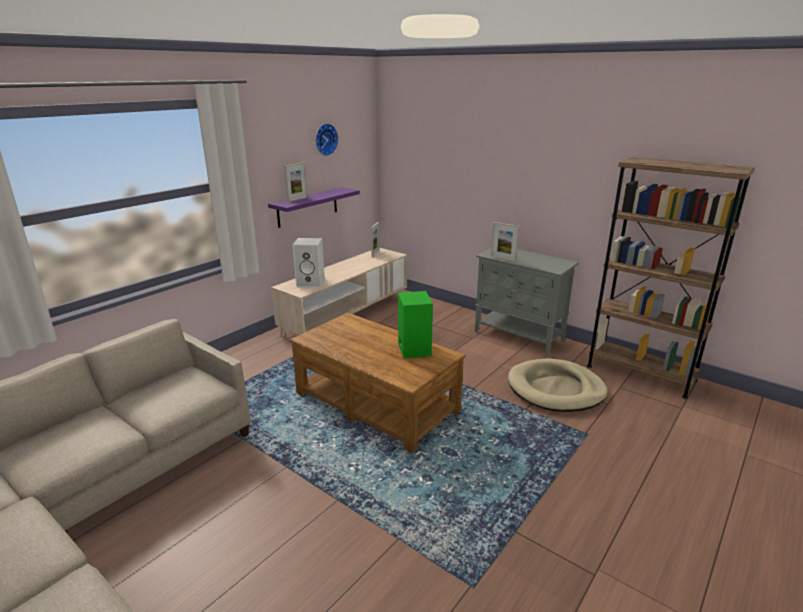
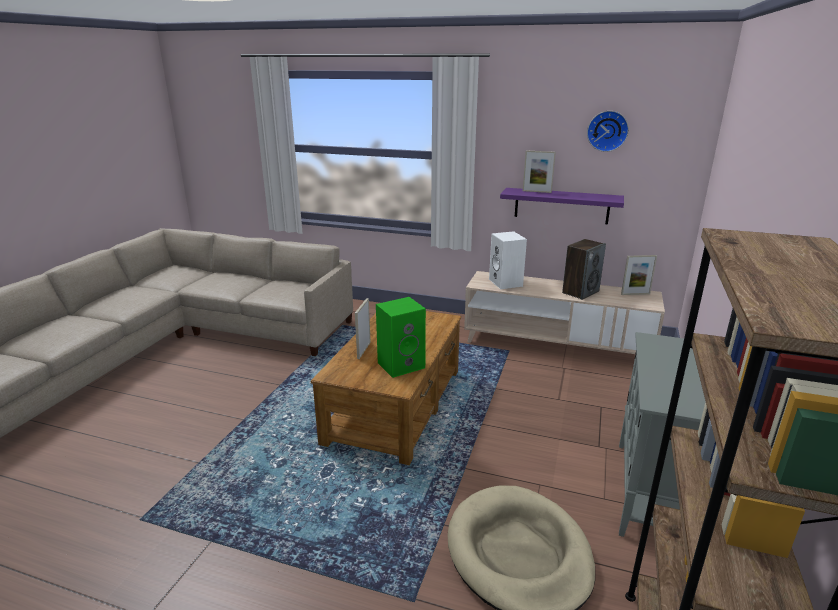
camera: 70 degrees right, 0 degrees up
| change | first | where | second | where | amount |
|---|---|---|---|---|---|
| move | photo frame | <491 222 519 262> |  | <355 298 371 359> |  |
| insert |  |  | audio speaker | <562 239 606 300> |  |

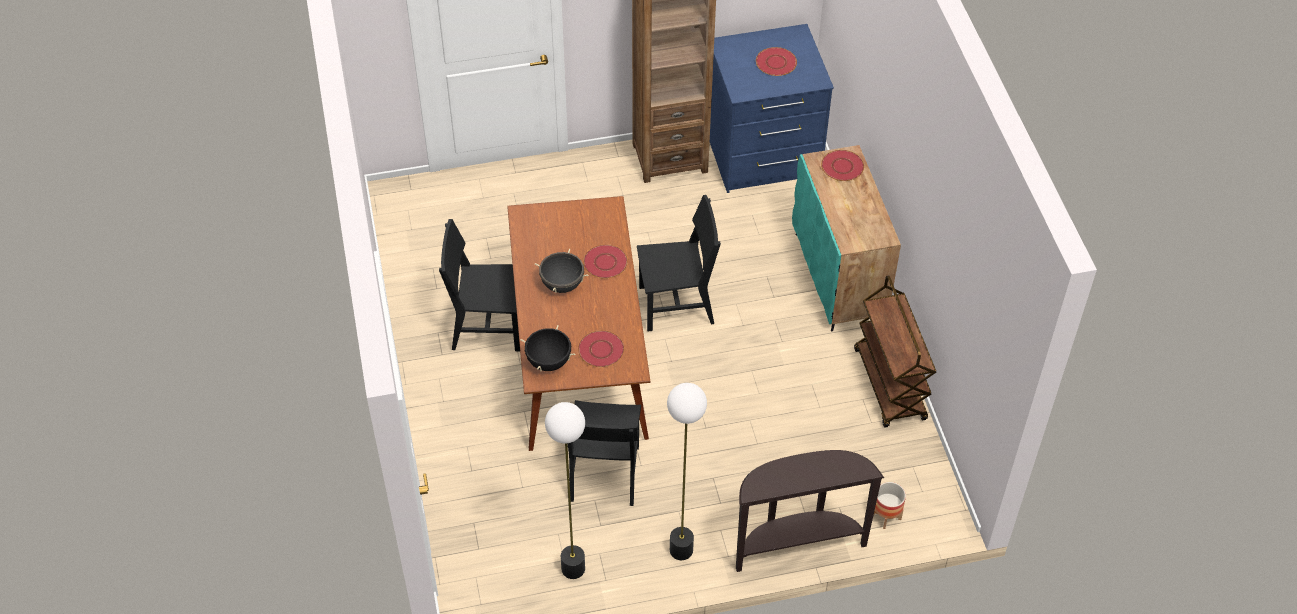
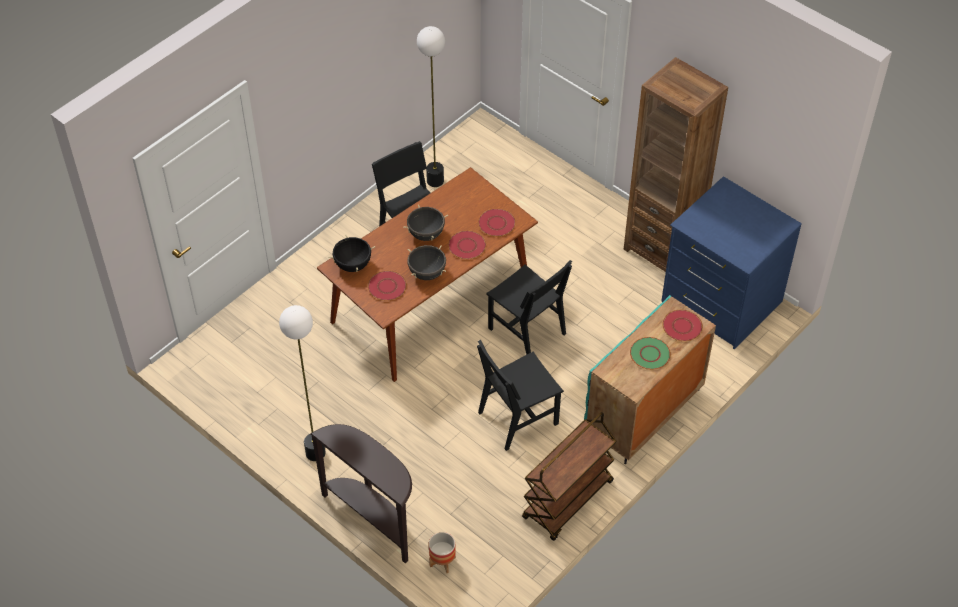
camera: 55 degrees right, 0 degrees up
| change | first | where | second | where | amount |
|---|---|---|---|---|---|
| move | standard lamp | <545 402 585 579> |  | <417 26 445 187> |  |
| move | black-coloured plain chair | <568 400 641 506> |  | <477 340 564 451> |  |
| move | red plate | <756 47 797 76> |  | <478 208 516 237> |  |
| insert |  |  | black-coloured cooking pot | <407 245 446 280> |  |
| insert |  |  | green plate | <630 337 671 370> |  |

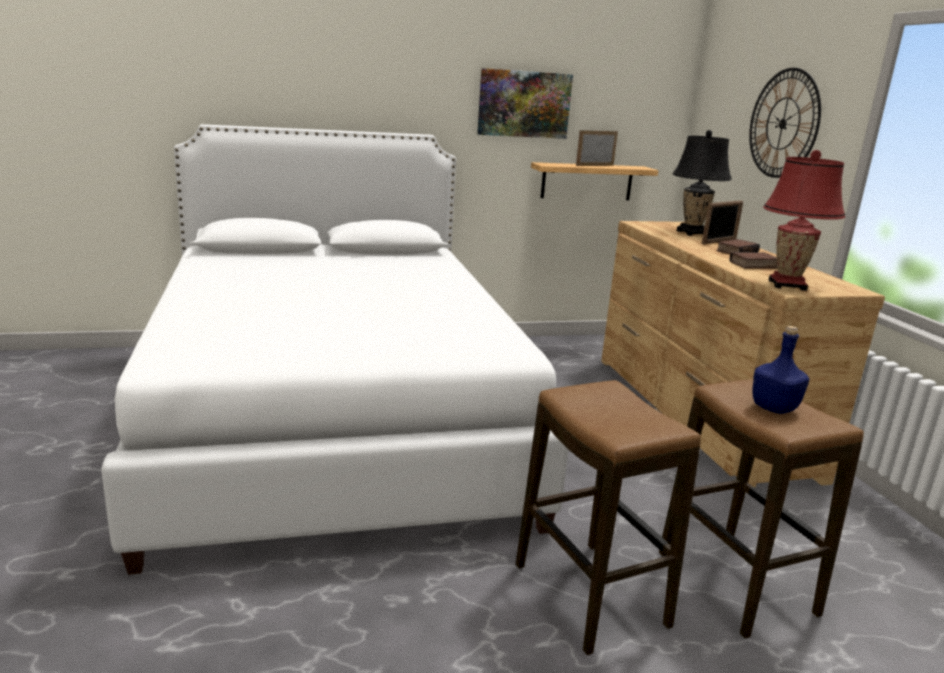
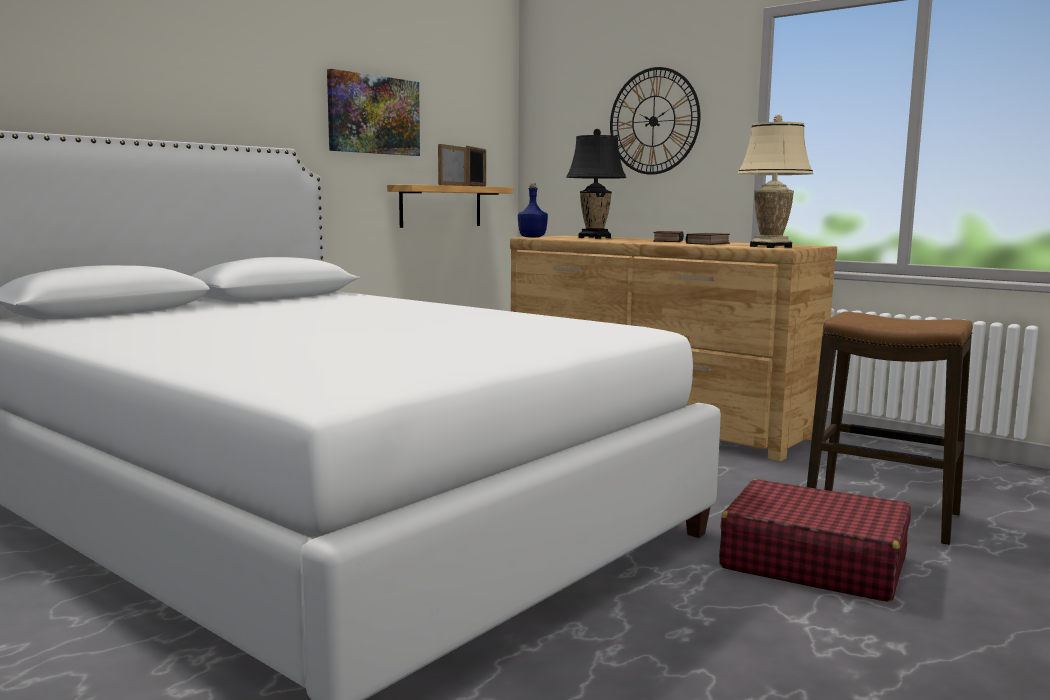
camera: 35 degrees left, 10 degrees down
| change | first | where | second | where | amount |
|---|---|---|---|---|---|
| replace | stool seat | <516 380 701 655> | red piece of luggage | <719 479 911 602> |  |
| move | photo frame | <702 200 743 244> |  | <466 146 486 187> |  |
| move | bluish drink bottle | <752 326 809 414> |  | <518 183 548 237> |  |
| recolor | red tabletop lamp | <763 150 845 291> | beige-coloured tabletop lamp | <738 114 813 248> |  |

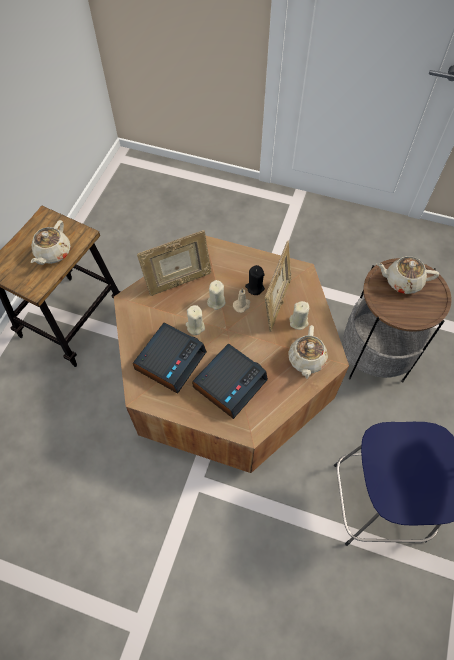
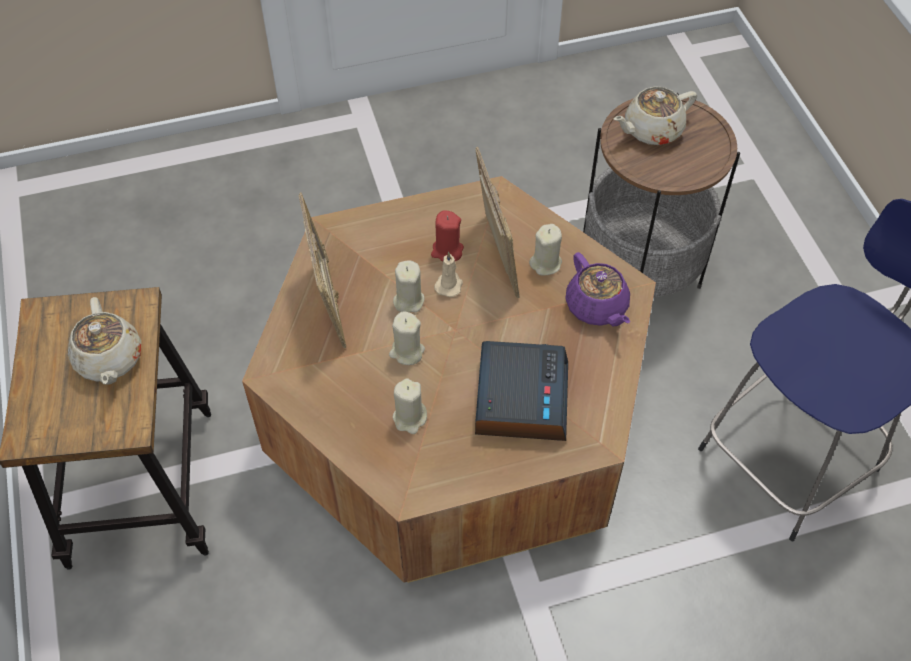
camera: 35 degrees left, 5 degrees down
| change | first | where | second | where | amount |
|---|---|---|---|---|---|
| replace | bedside clock | <133 323 207 394> | beige-coloured wax light | <393 378 427 434> |  |
| rotate | photo frame | <137 230 212 296> |  | <299 192 346 348> | 45 degrees counterclockwise |
| recolor | black-coloured wax light | <245 265 265 295> | red wax light | <431 210 464 261> |  |
| recolor | beige-coloured teapot | <288 325 328 379> | purplish teapot | <565 252 630 326> |  |

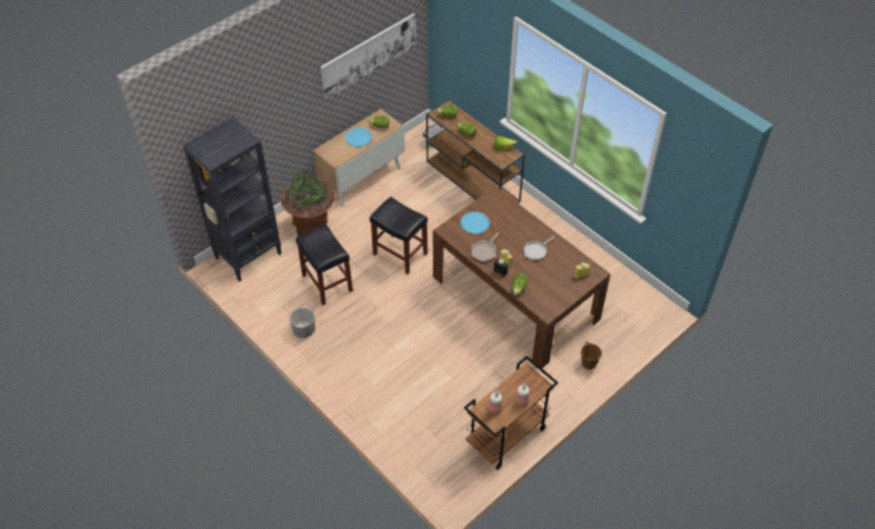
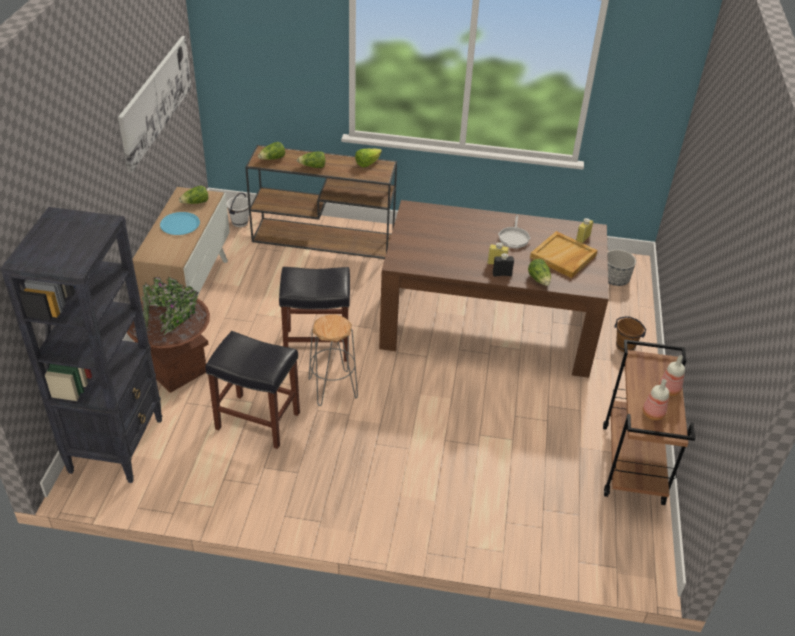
camera: 40 degrees left, 10 degrees down
| change | first | where | second | where | amount |
|---|---|---|---|---|---|
| move | plant pot | <289 307 315 338> |  | <608 250 636 286> |  |
| delete | bluish plate | <460 212 490 234> |  |  |  |
| delete | pan | <471 232 499 262> |  |  |  |
| insert |  |  | greyish stool seat | <309 314 358 406> |  |
| insert |  |  | beige-coloured tray | <530 231 597 278> |  |

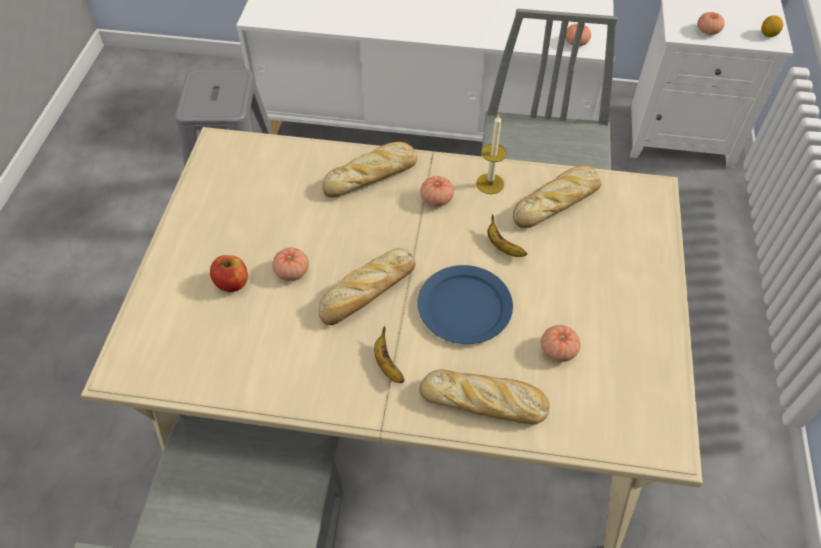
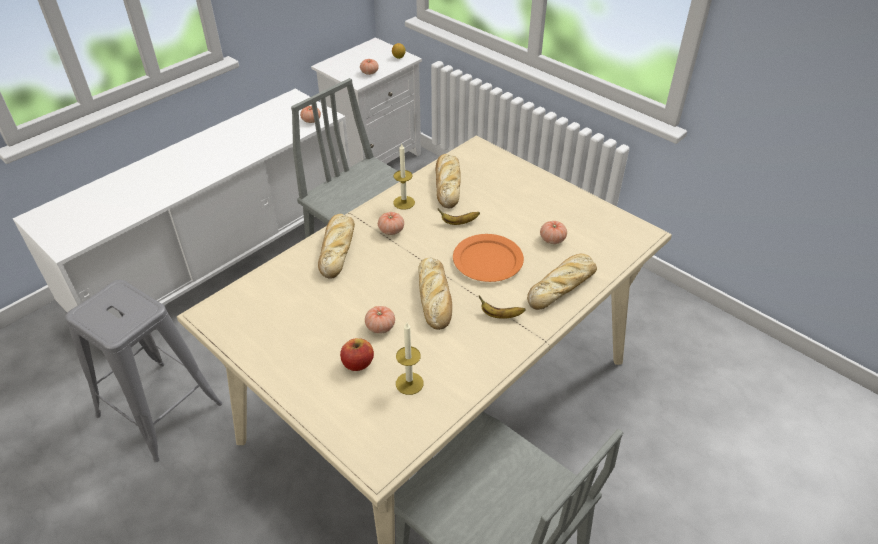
camera: 55 degrees left, 10 degrees down
| change | first | where | second | where | amount |
|---|---|---|---|---|---|
| recolor | bluish plate | <417 265 513 344> | orange-coloured plate | <453 234 524 282> |  |
| insert |  |  | wax light | <396 323 423 395> |  |

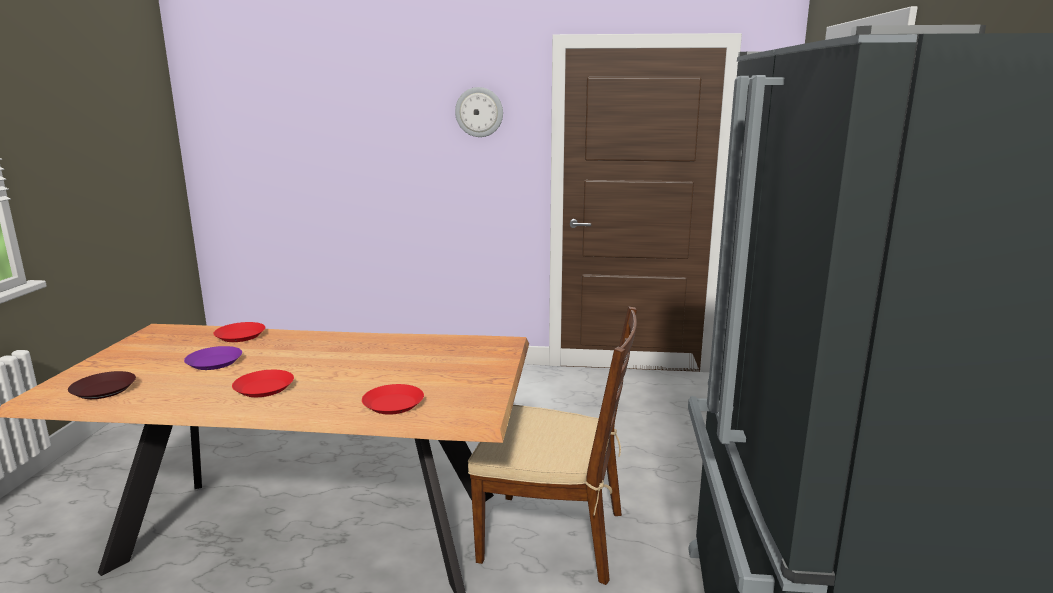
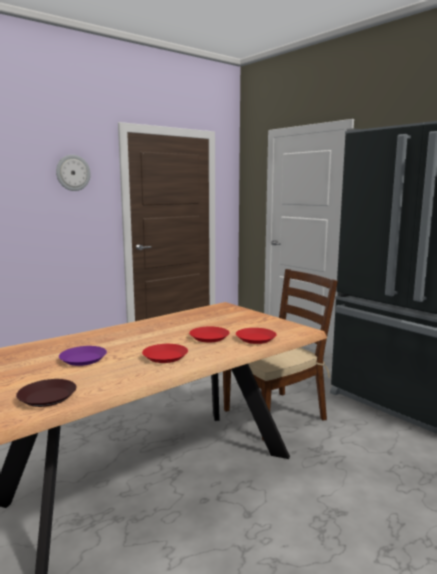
camera: 45 degrees left, 5 degrees down
| change | first | where | second | where | amount |
|---|---|---|---|---|---|
| move | red plate | <214 322 265 342> |  | <189 327 230 342> |  |

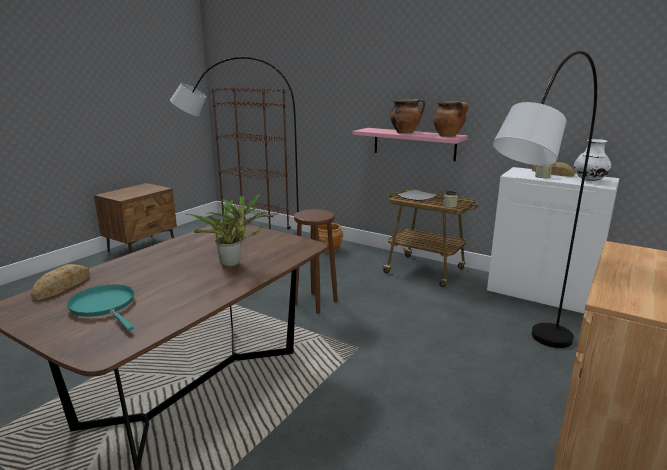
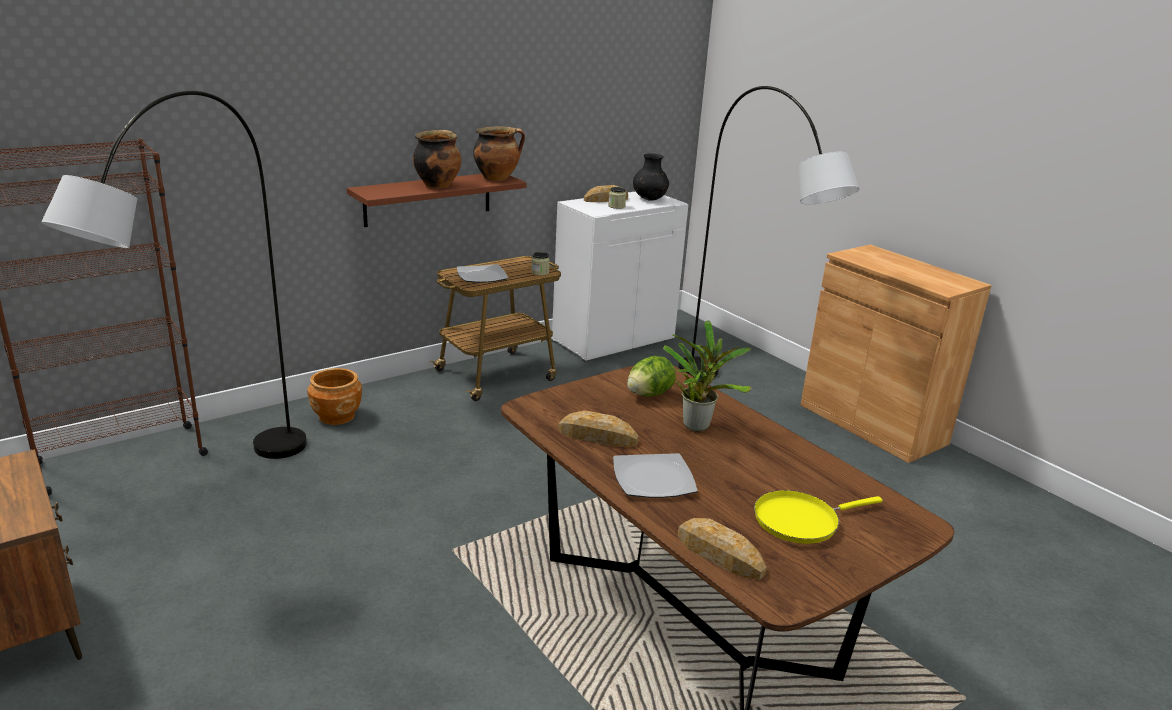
camera: 70 degrees left, 5 degrees up
| change | first | where | second | where | amount |
|---|---|---|---|---|---|
| recolor | turquoise-coloured pan | <67 285 134 331> | yellowish pan | <754 490 883 544> |  |
| delete | brown stool seat | <294 209 338 314> |  |  |  |
| recolor | pinkish wall shelf | <353 128 468 161> | brown wall shelf | <347 174 527 227> |  |
| recolor | whitish flower vase | <574 139 611 181> | black-coloured flower vase | <633 153 669 201> |  |
| insert |  |  | baked bread | <559 410 639 447> |  |
| insert |  |  | plate | <613 453 698 498> |  |
| insert |  |  | lettuce | <627 356 676 397> |  |

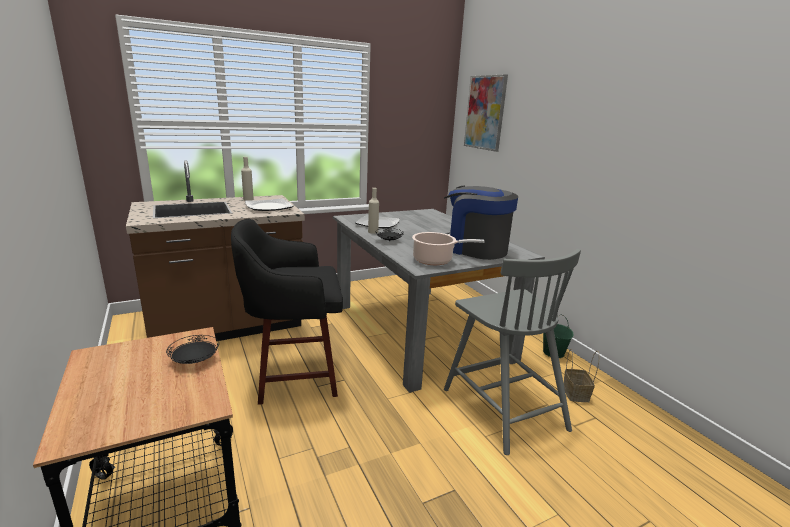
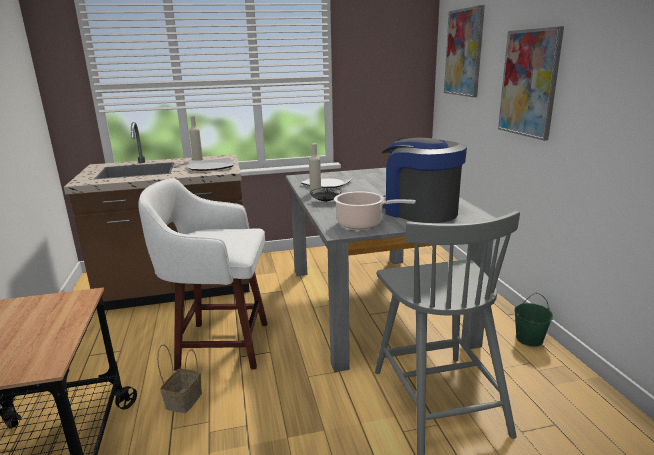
camera: 15 degrees right, 0 degrees up
| change | first | where | second | where | amount |
|---|---|---|---|---|---|
| delete | black-coloured plate | <166 335 219 364> |  |  |  |
| recolor | black-coloured stool seat | <231 218 343 405> | whitish stool seat | <138 178 267 370> |  |
| move | household basket | <564 349 600 402> |  | <157 344 202 413> |  |
| insert |  |  | picture | <498 26 564 141> |  |

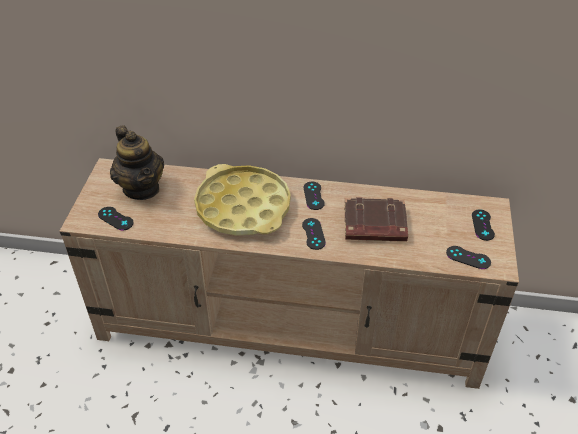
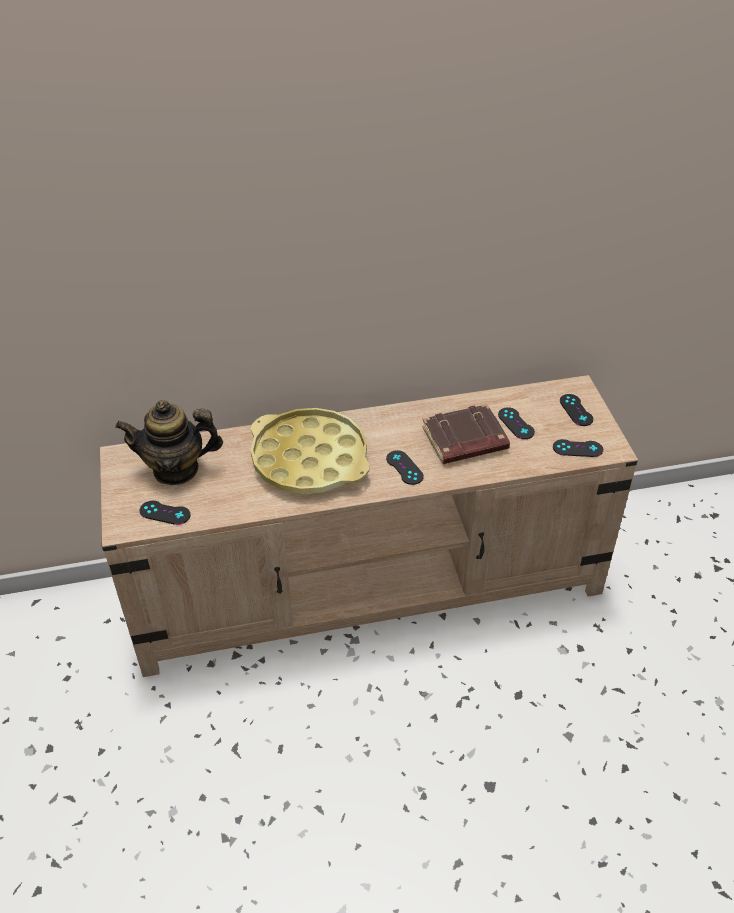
camera: 20 degrees left, 0 degrees up
| change | first | where | second | where | amount |
|---|---|---|---|---|---|
| rotate | teapot | <110 125 164 200> |  | <115 400 223 485> | 135 degrees clockwise |
| move | black-coloured gamepad | <304 182 325 210> |  | <498 407 535 439> |  |

